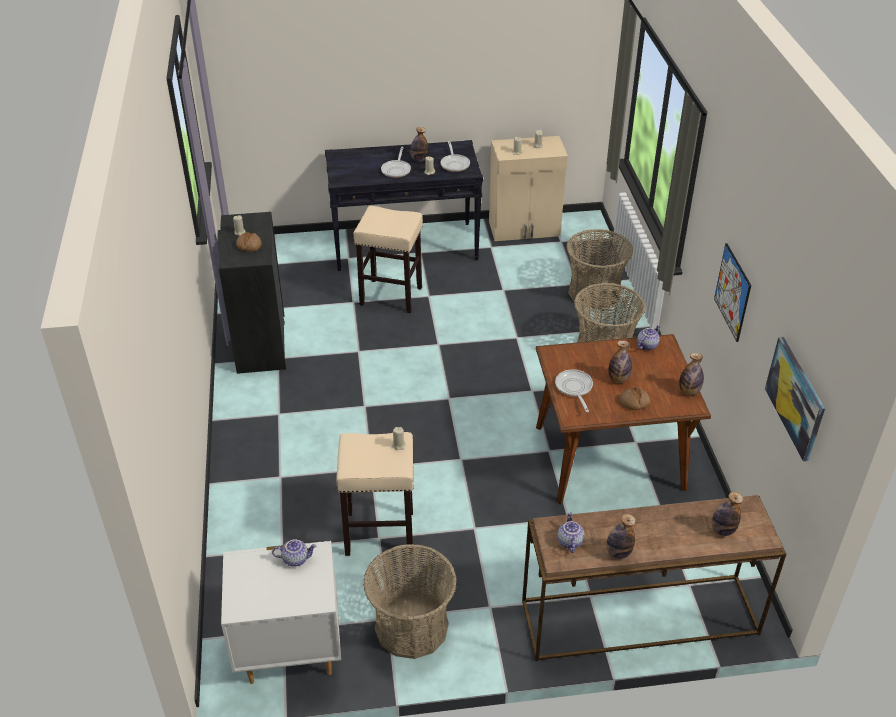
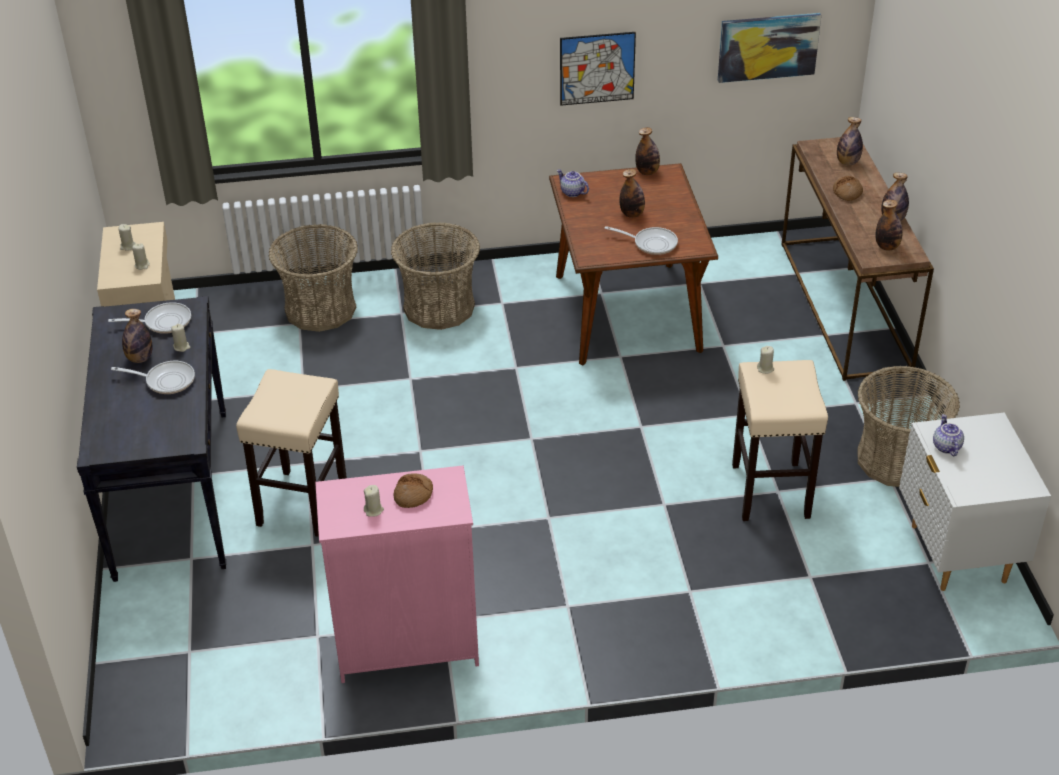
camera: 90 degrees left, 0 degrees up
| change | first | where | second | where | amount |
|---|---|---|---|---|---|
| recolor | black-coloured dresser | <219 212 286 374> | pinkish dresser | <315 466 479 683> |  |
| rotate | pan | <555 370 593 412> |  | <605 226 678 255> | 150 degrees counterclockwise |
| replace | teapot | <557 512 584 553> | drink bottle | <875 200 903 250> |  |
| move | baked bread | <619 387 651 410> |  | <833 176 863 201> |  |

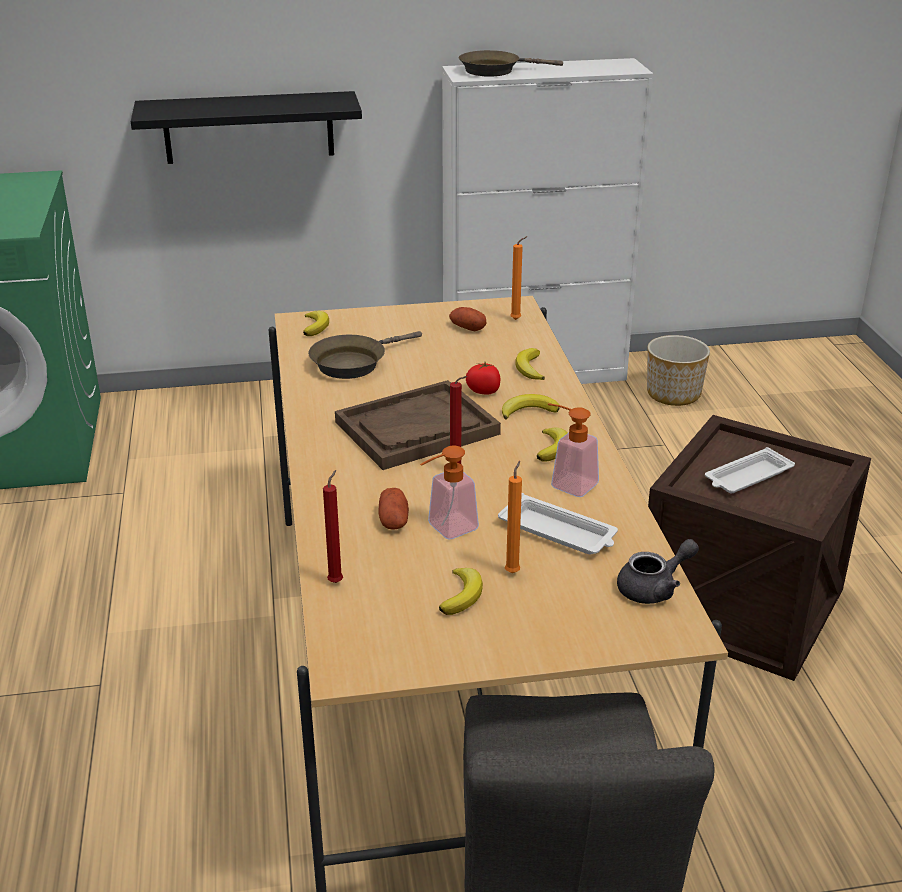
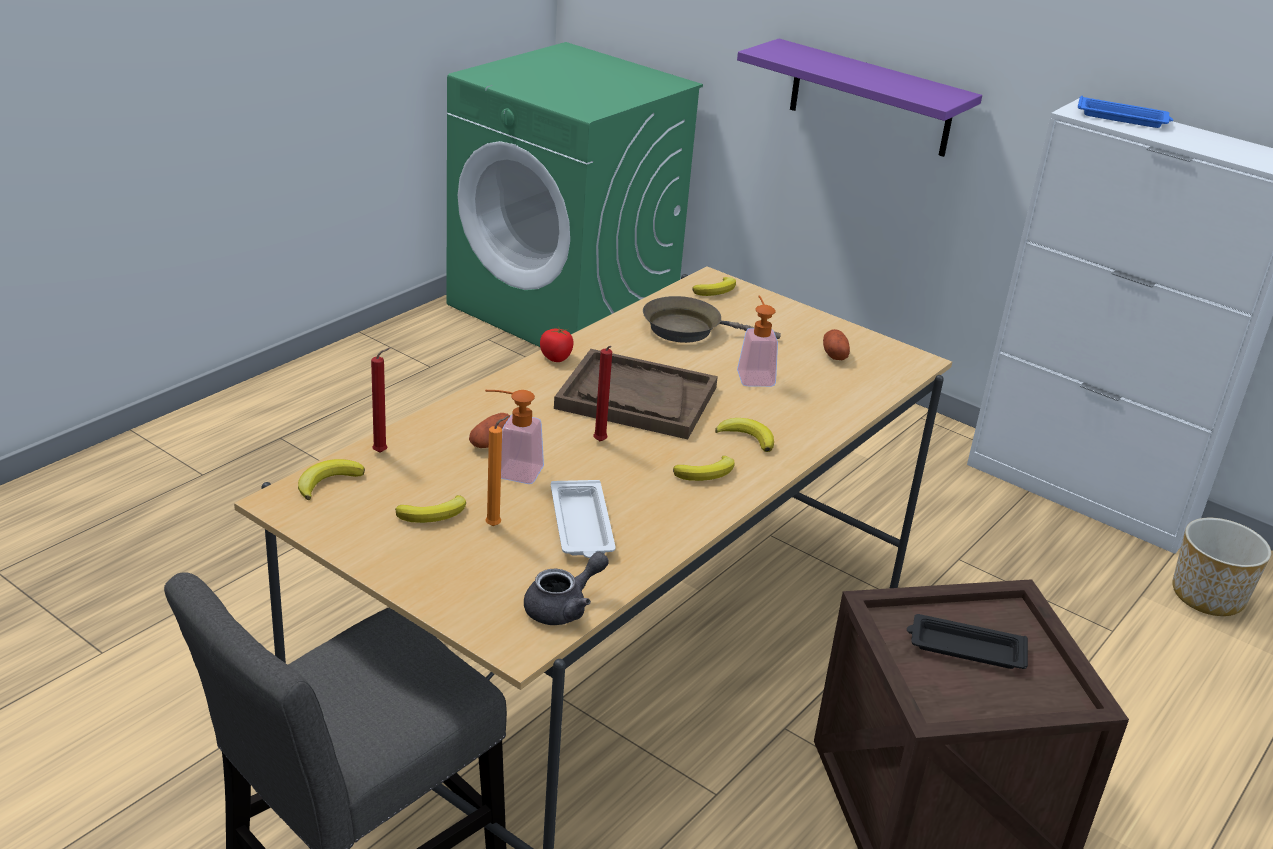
camera: 45 degrees right, 0 degrees up
| change | first | where | second | where | amount |
|---|---|---|---|---|---|
| recolor | black-coloured wall shelf | <131 91 362 164> | purplish wall shelf | <737 39 982 157> |  |
| replace | brown pan | <459 50 563 77> | bluish tray | <1078 96 1173 128> |  |
| move | whole tomato | <466 362 501 394> |  | <540 327 574 362> |  |
| delete | orange-coloured wax light | <510 236 528 320> |  |  |  |
| move | whole banana | <515 348 545 380> |  | <298 459 365 500> |  |
| move | soap dispenser | <548 403 599 497> |  | <737 296 778 387> |  |
| rotate | greyish teapot | <617 539 699 604> |  | <524 552 609 625> | 60 degrees counterclockwise |
| recolor | whitish tray | <705 447 795 494> | black-coloured tray | <907 614 1028 669> |  |

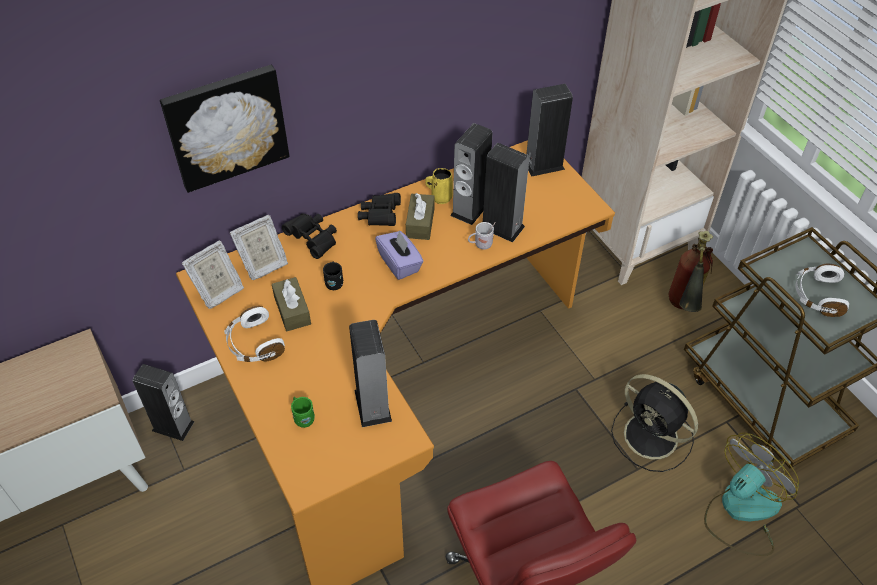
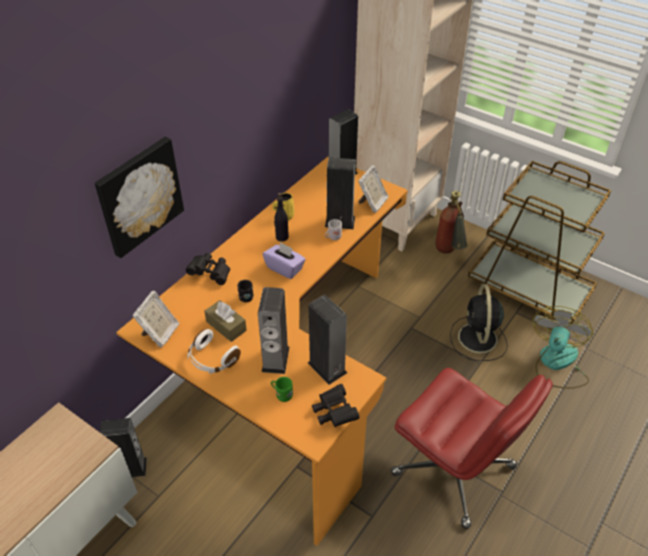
camera: 25 degrees left, 5 degrees down
| change | first | where | second | where | amount |
|---|---|---|---|---|---|
| move | photo frame | <230 215 288 280> |  | <358 165 389 213> |  |
| move | black-coloured binoculars | <358 193 401 226> |  | <312 384 360 427> |  |
| replace | brown tissue holder | <406 193 434 240> | black-coloured drink bottle | <274 193 289 242> |  |
| move | audio speaker | <450 123 493 225> |  | <258 287 289 374> |  |
| rotate | black-coloured fan | <611 374 698 472> |  | <450 284 508 361> | 75 degrees clockwise |
| delete | whitish pair of headphones | <796 264 849 317> |  |  |  |

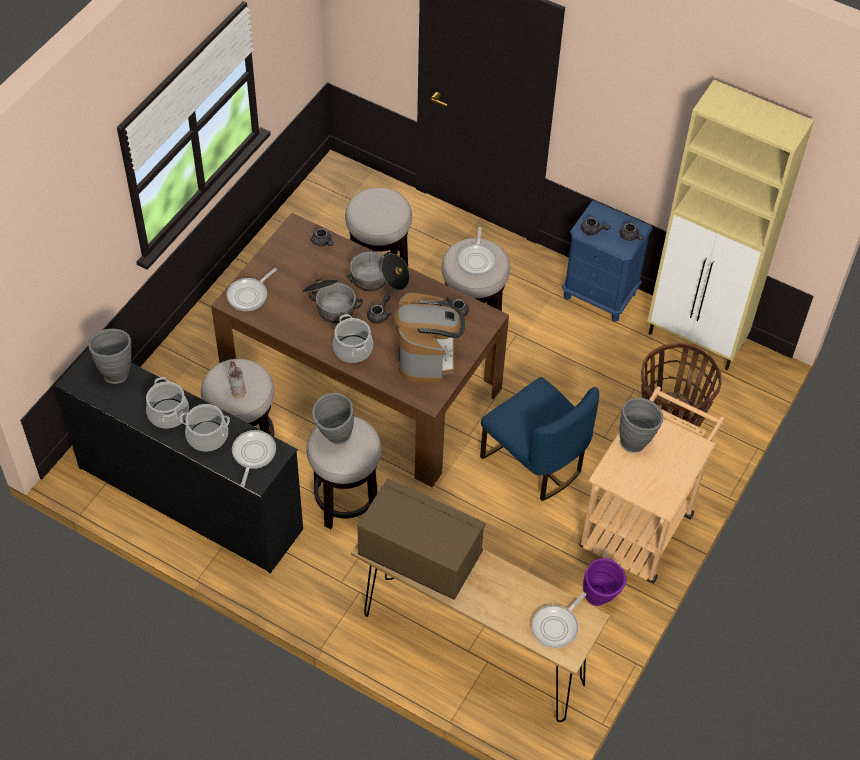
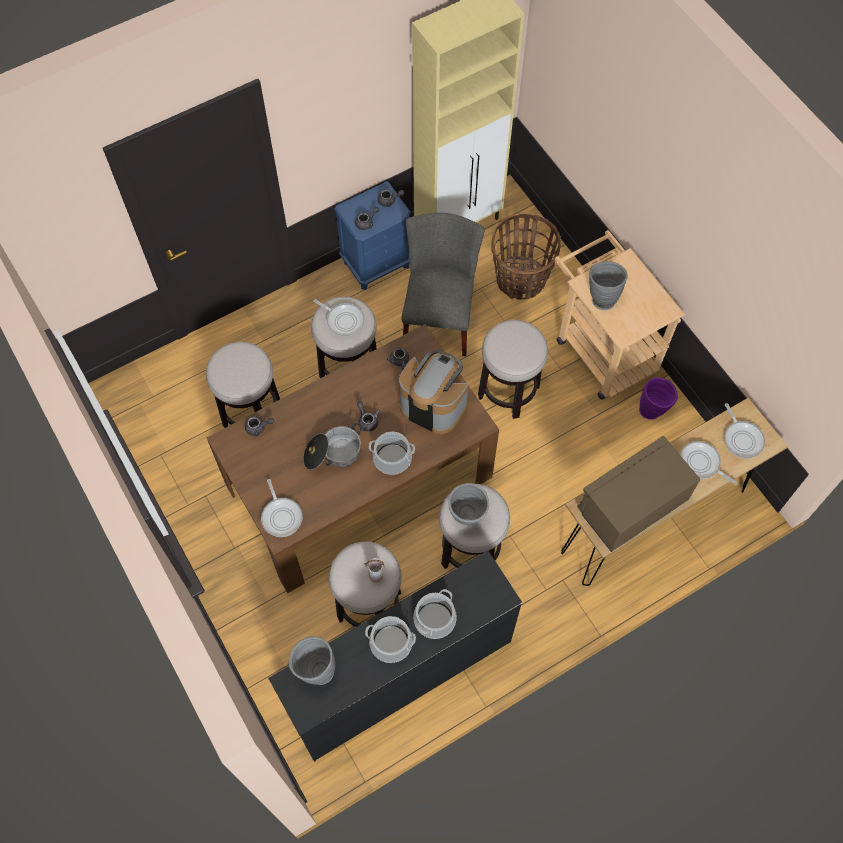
camera: 60 degrees left, 10 degrees up
| change | first | where | second | where | amount |
|---|---|---|---|---|---|
| move | pan | <232 430 276 487> |  | <680 441 737 485> |  |
| delete | cooking pot | <346 251 410 291> |  |  |  |
| replace | bluish plain chair | <480 377 599 501> | stool seat | <478 320 548 419> |  |
| insert |  |  | greyish plain chair | <401 213 484 356> |  |

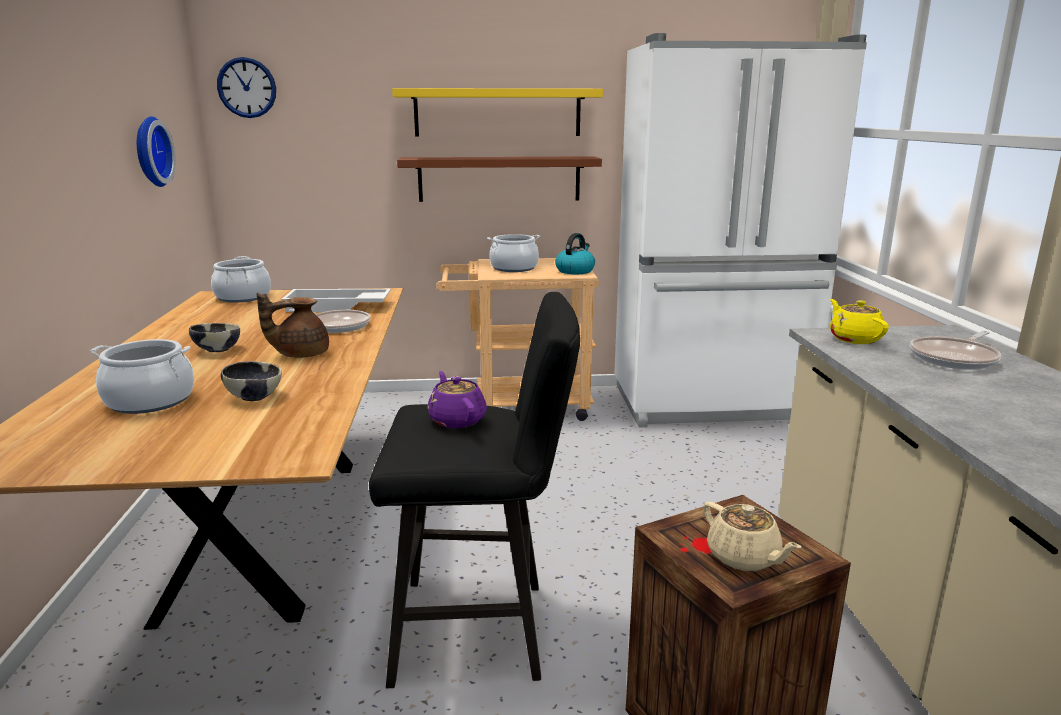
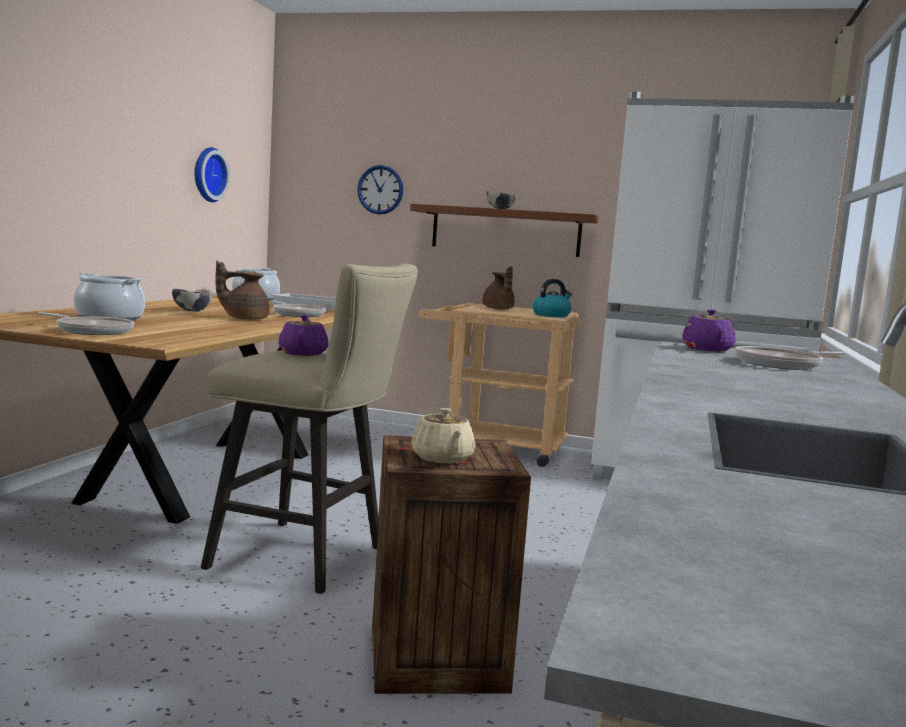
camera: 20 degrees right, 10 degrees down
| change | first | where | second | where | amount |
|---|---|---|---|---|---|
| move | hanging clock | <217 57 276 118> |  | <357 165 403 215> |  |
| move | serving bowl | <221 361 282 401> |  | <487 191 517 209> |  |
| recolor | black-coloured stool seat | <369 292 580 688> | beige-coloured stool seat | <201 264 418 594> |  |
| delete | yellowish wall shelf | <392 88 603 136> |  |  |  |
| replace | cooking pot | <487 234 540 272> | brown teapot | <482 266 515 309> |  |
| recolor | yellowish teapot | <830 299 889 344> | purplish teapot | <682 310 735 352> |  |
| insert |  |  | pan | <38 312 134 335> |  |

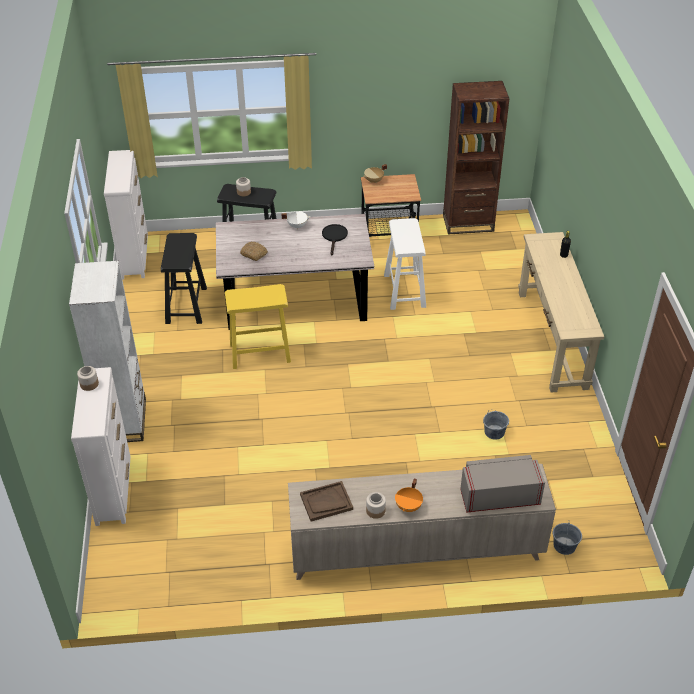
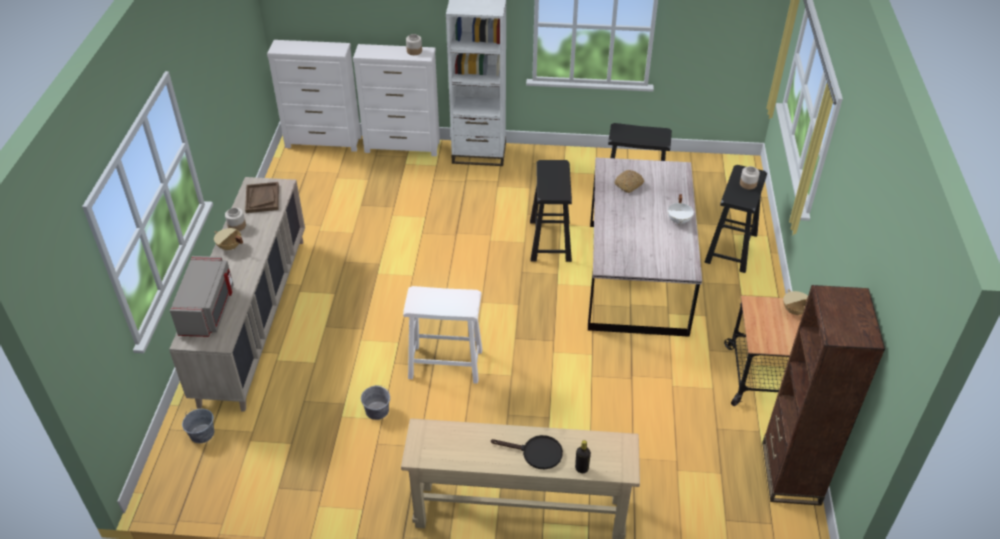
camera: 100 degrees right, 0 degrees up
| change | first | where | second | where | amount |
|---|---|---|---|---|---|
| move | whitish dresser | <104 150 148 280> |  | <267 40 361 152> |  |
| recolor | yellowish stool seat | <225 284 291 369> | black-coloured stool seat | <530 160 572 262> |  |
| move | black-coloured pan | <322 224 348 255> |  | <491 435 563 469> |  |
| move | whitish stool seat | <384 218 426 310> |  | <403 286 482 384> |  |
| recolor | orange-coloured cooking pot | <395 478 423 512> | beige-coloured cooking pot | <214 228 243 251> |  |

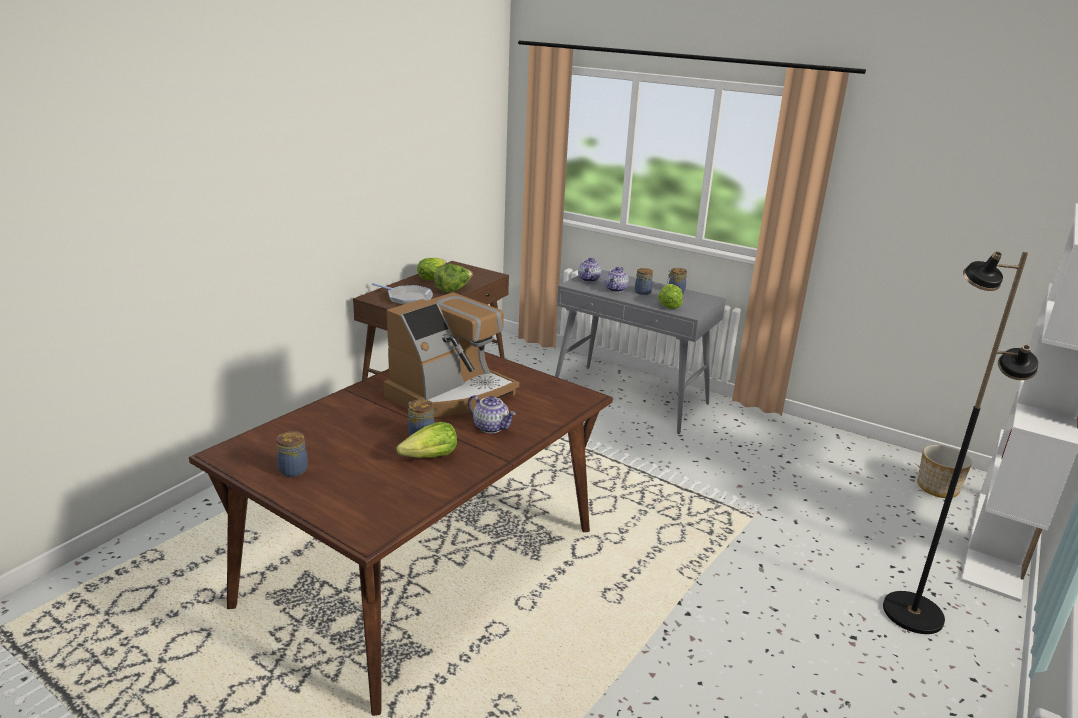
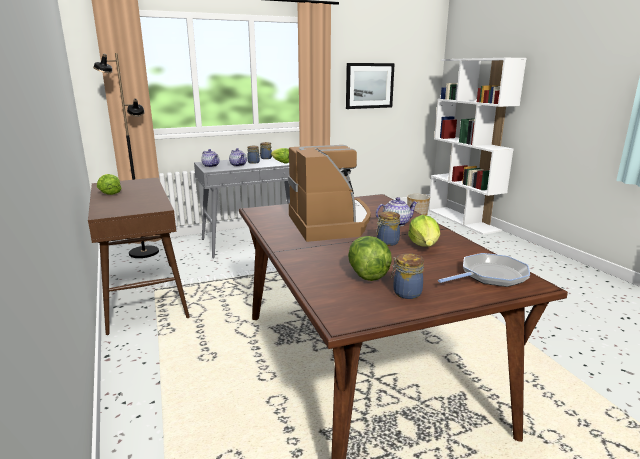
camera: 55 degrees left, 5 degrees down
| change | first | where | second | where | amount |
|---|---|---|---|---|---|
| move | pan | <372 283 433 305> |  | <438 253 530 287> |  |
| move | lettuce | <434 264 472 293> |  | <348 236 392 281> |  |
| move | black-coloured standard lamp | <883 251 1038 634> |  | <93 53 159 258> |  |
| insert |  |  | picture | <346 63 395 109> |  |

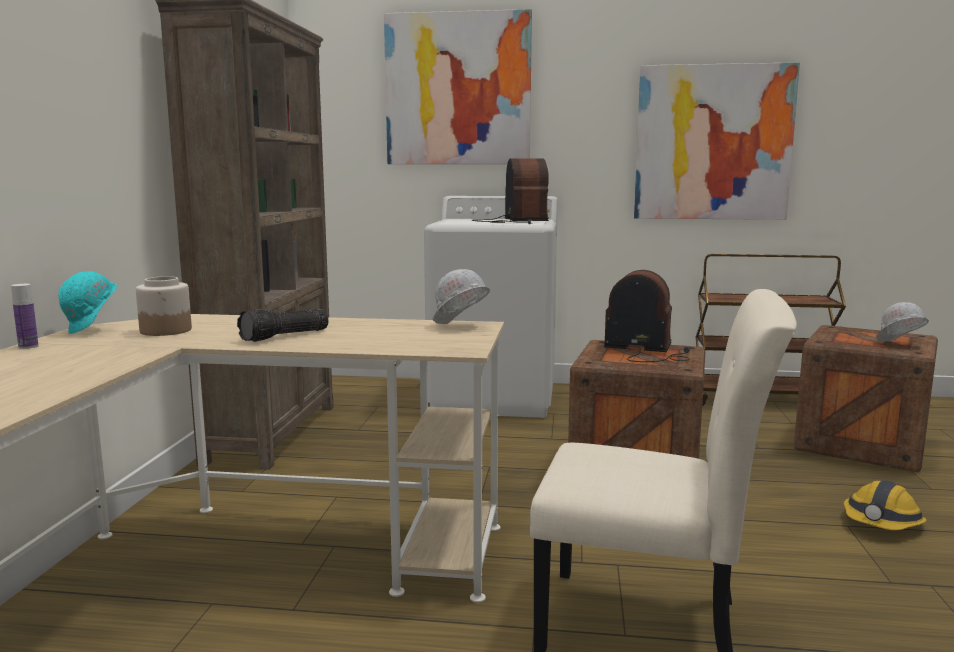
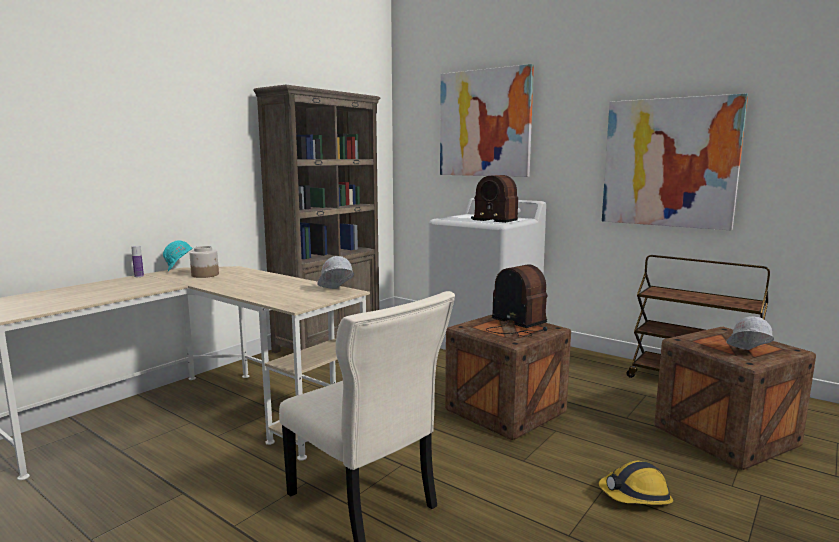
camera: 30 degrees right, 0 degrees up
| change | first | where | second | where | amount |
|---|---|---|---|---|---|
| delete | hand torch | <237 309 329 342> |  |  |  |
| rotate | radio set | <472 158 550 224> |  | <471 175 518 223> | 105 degrees clockwise |

